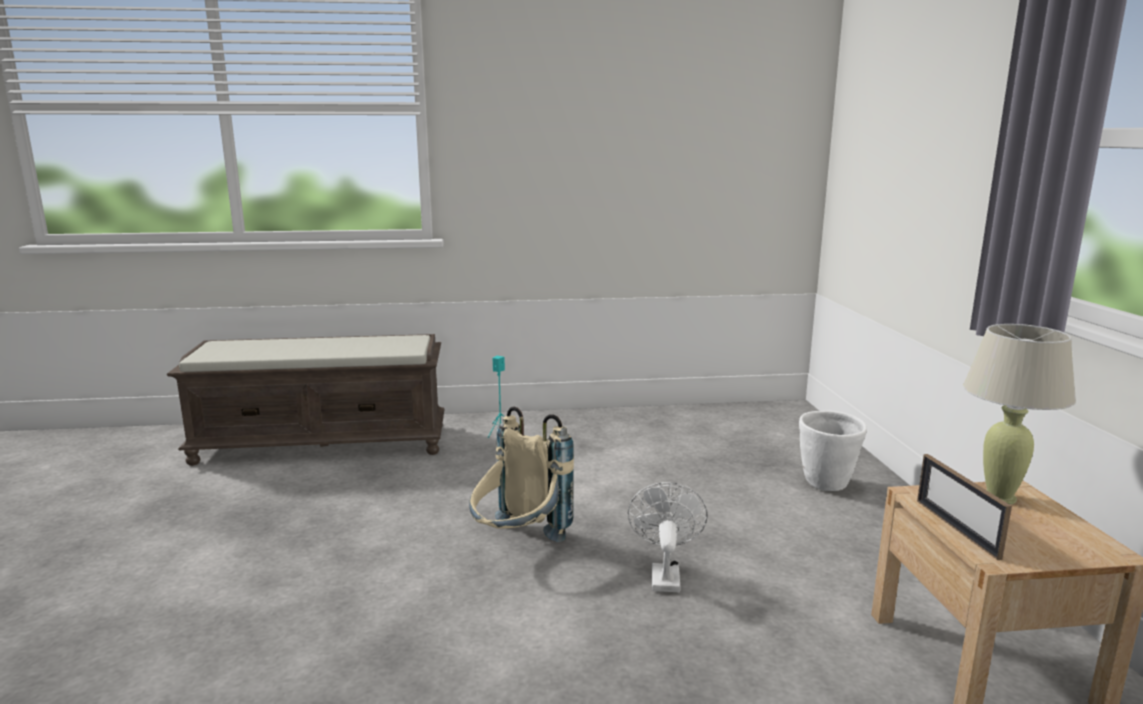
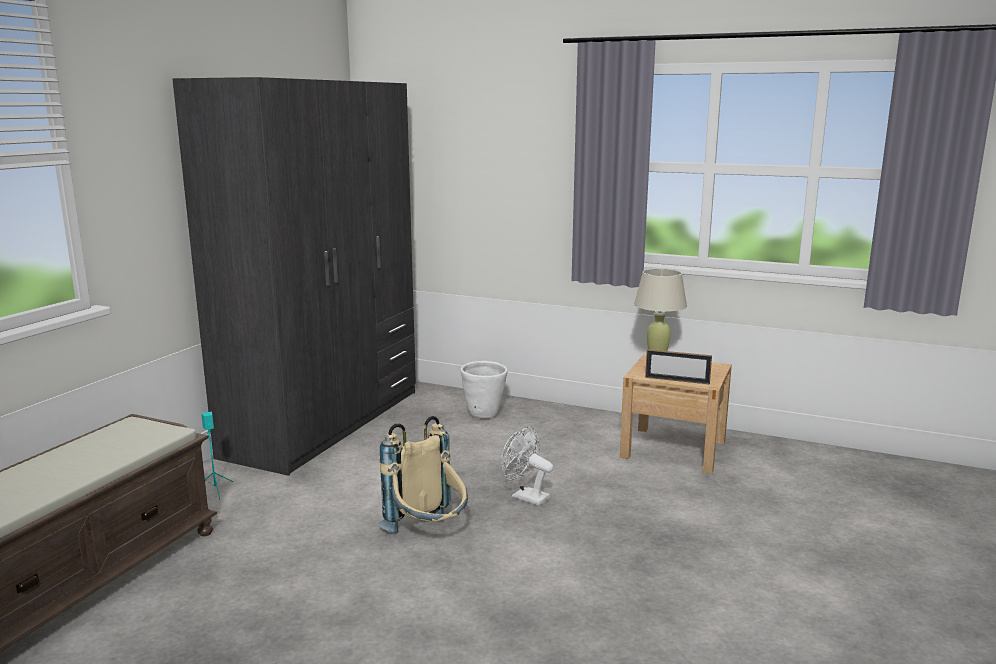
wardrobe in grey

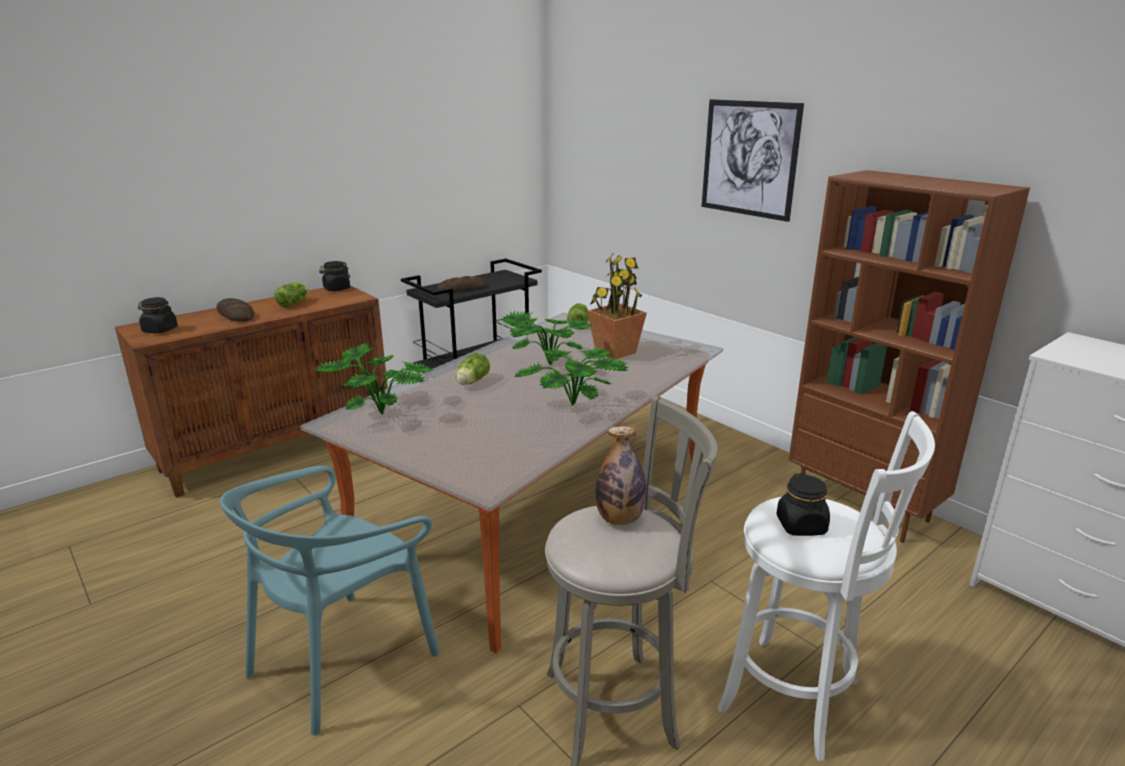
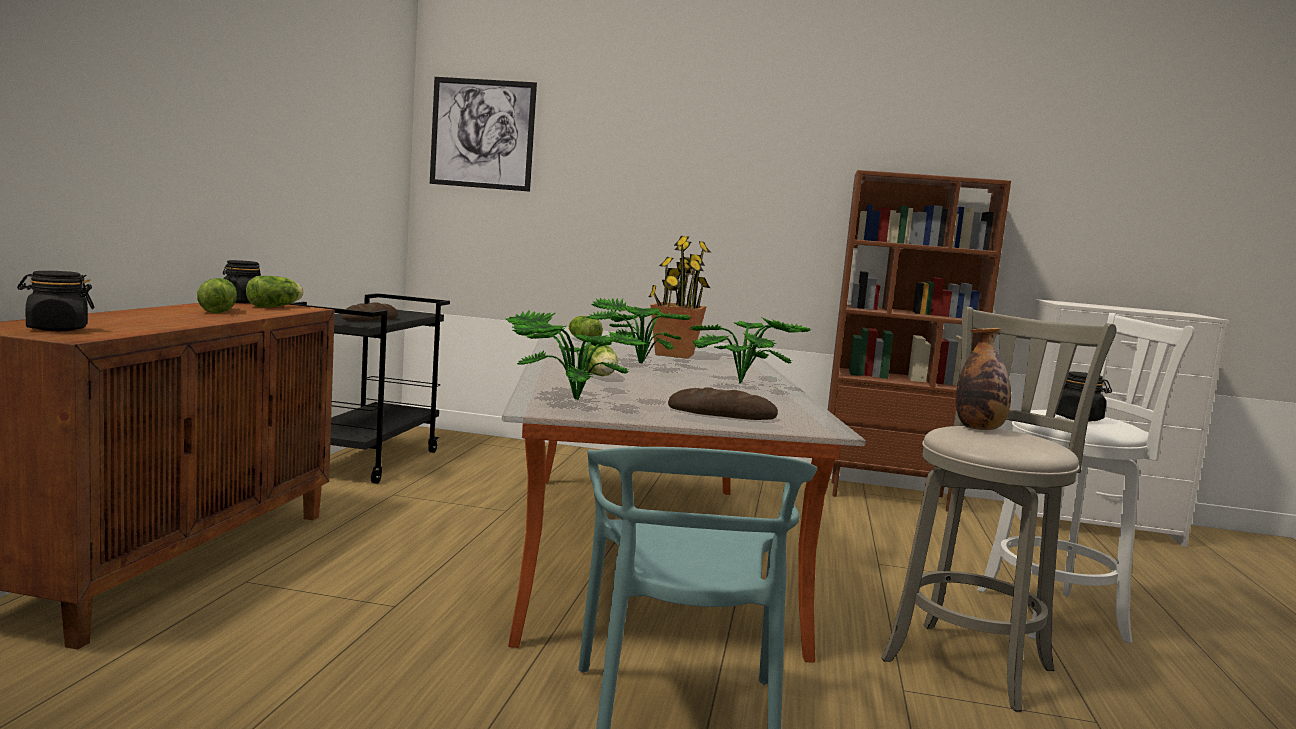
picture
bread (no. 2 from left)
lettuce (no. 2 from left)

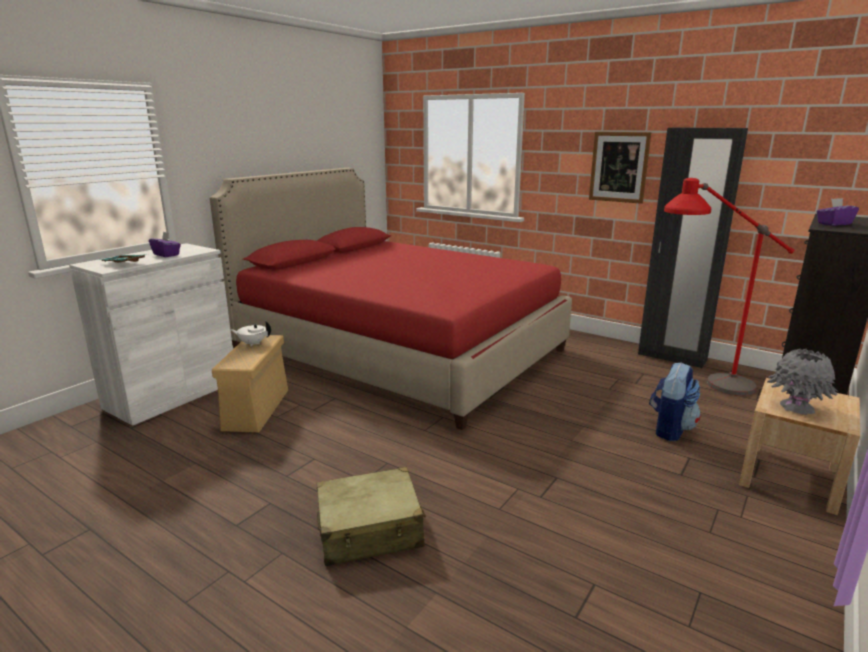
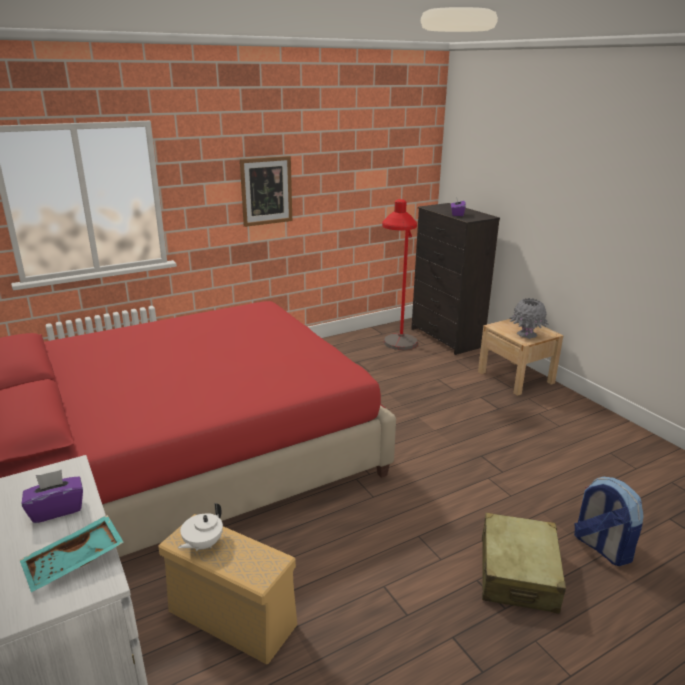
wardrobe in black
backpack

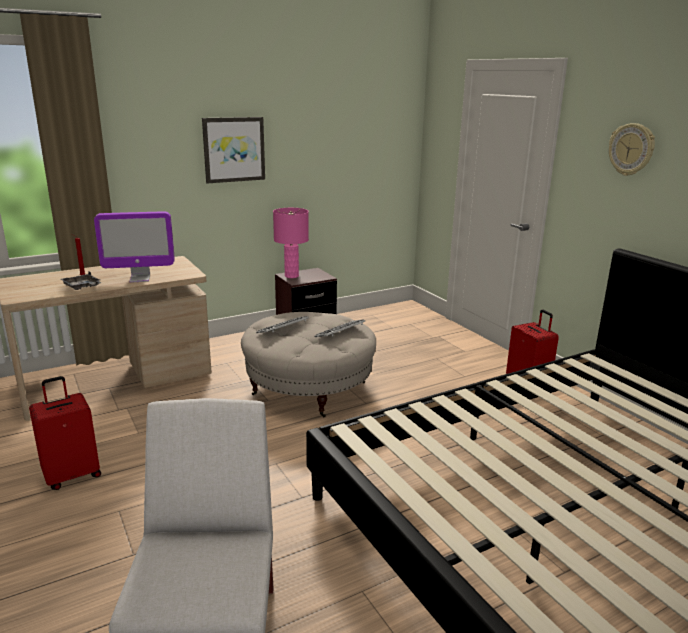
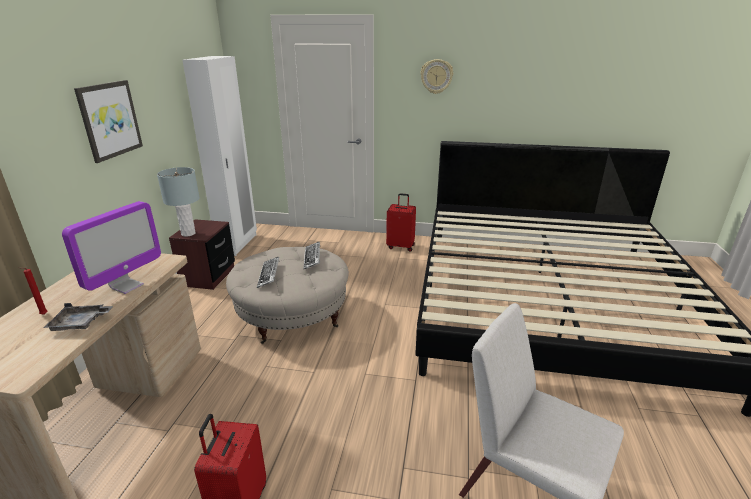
table lamp in grey
wardrobe in white

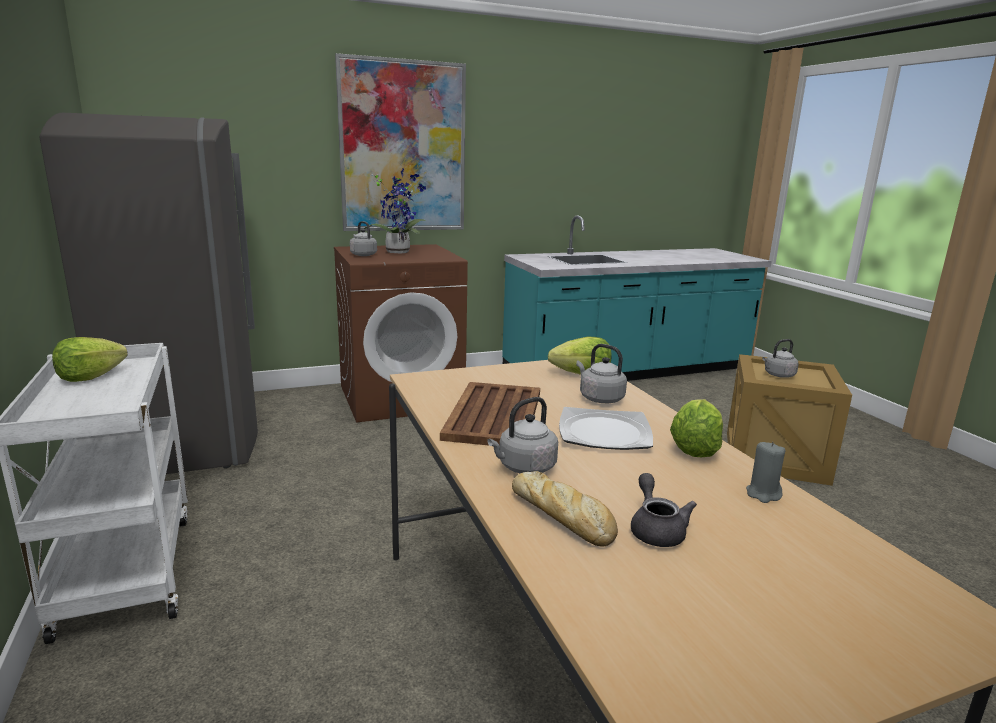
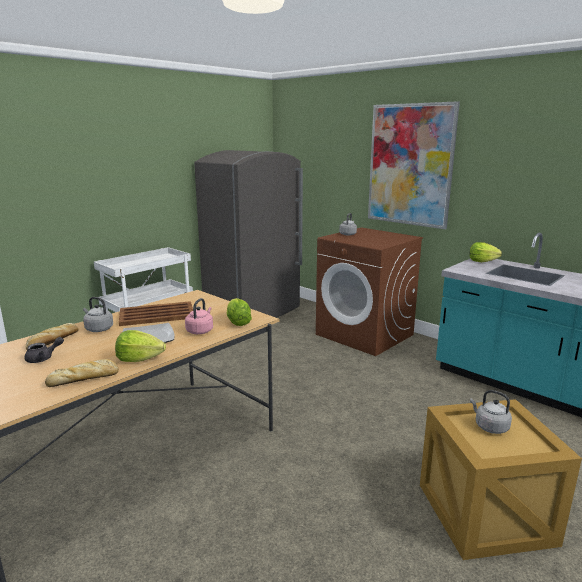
potted plant
lettuce (no. 3 from left)
kettle in pink
bread (no. 2 from left)

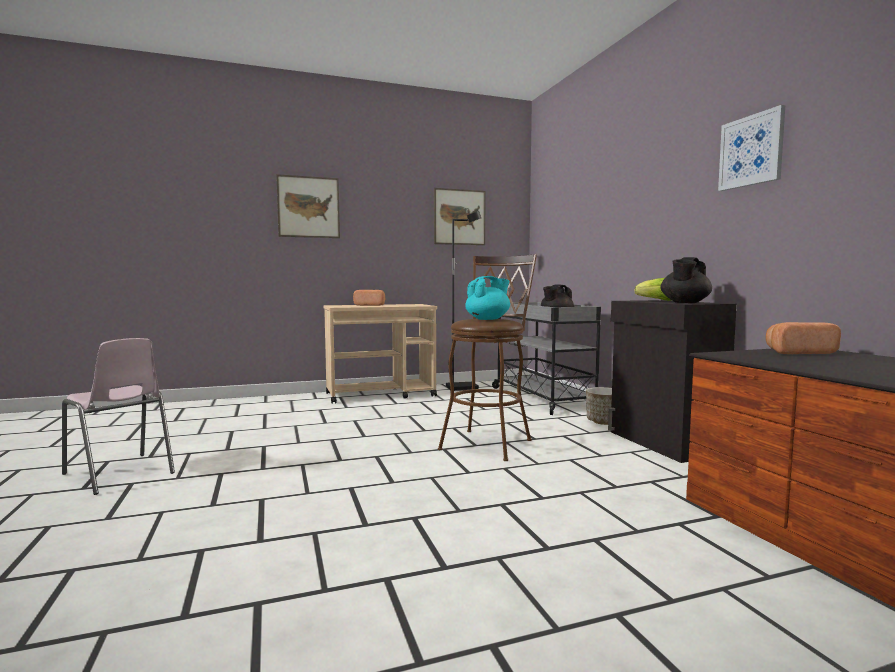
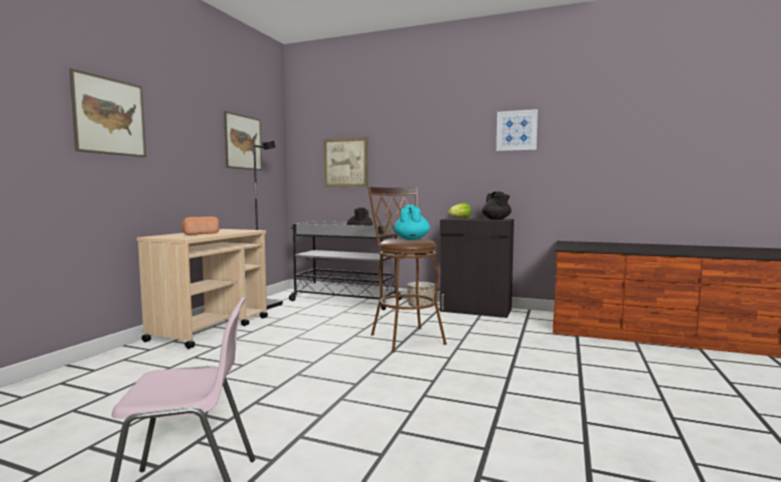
bread (no. 2 from left in the first image)
picture (no. 3 from left)

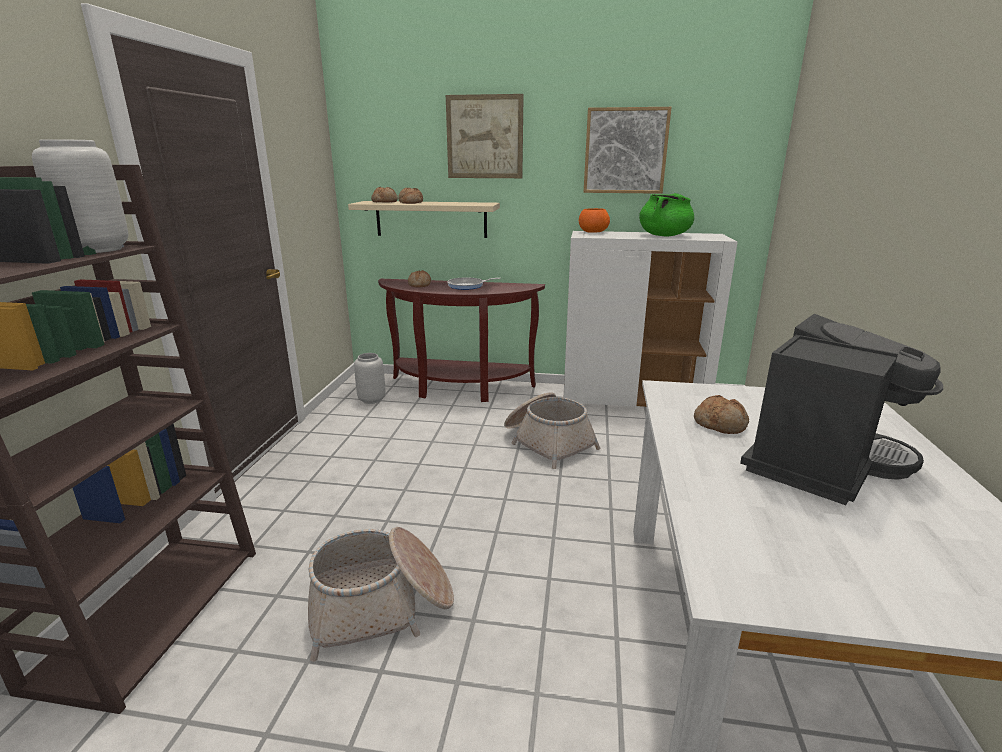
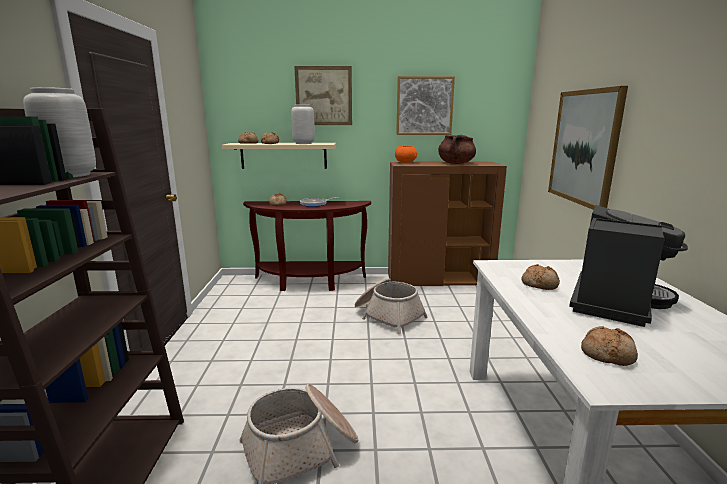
cooking pot in brown
cabinet in brown
vase in grey (no. 2 from left)
picture (no. 3 from left)
bread (no. 5 from left)

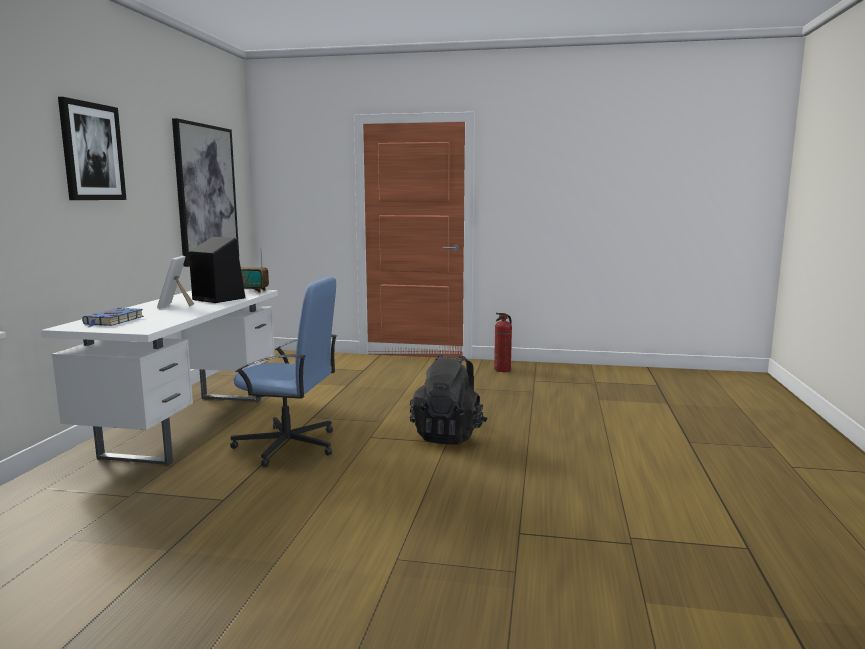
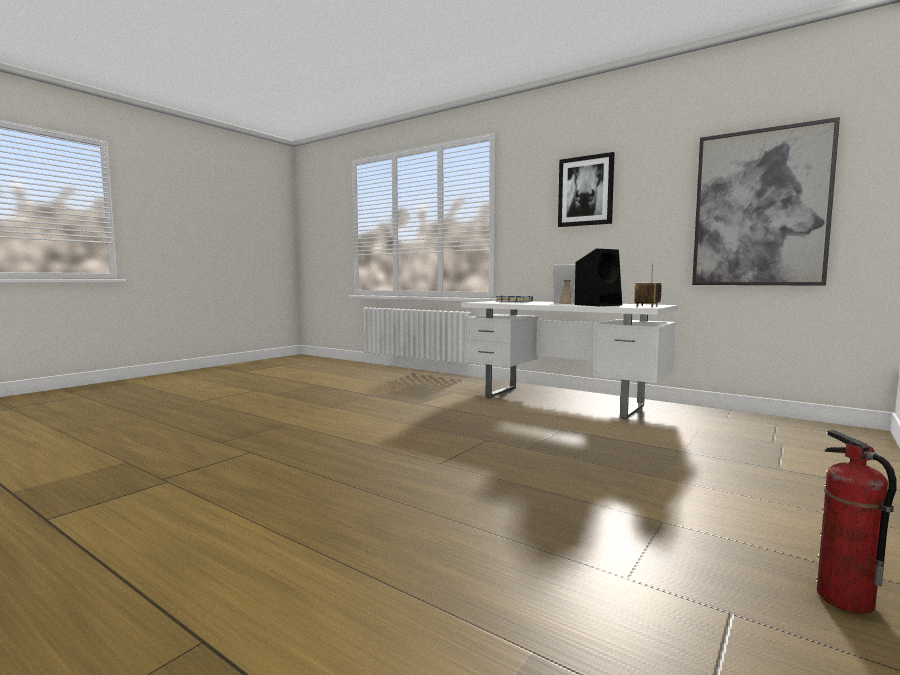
office chair in blue
backpack in black

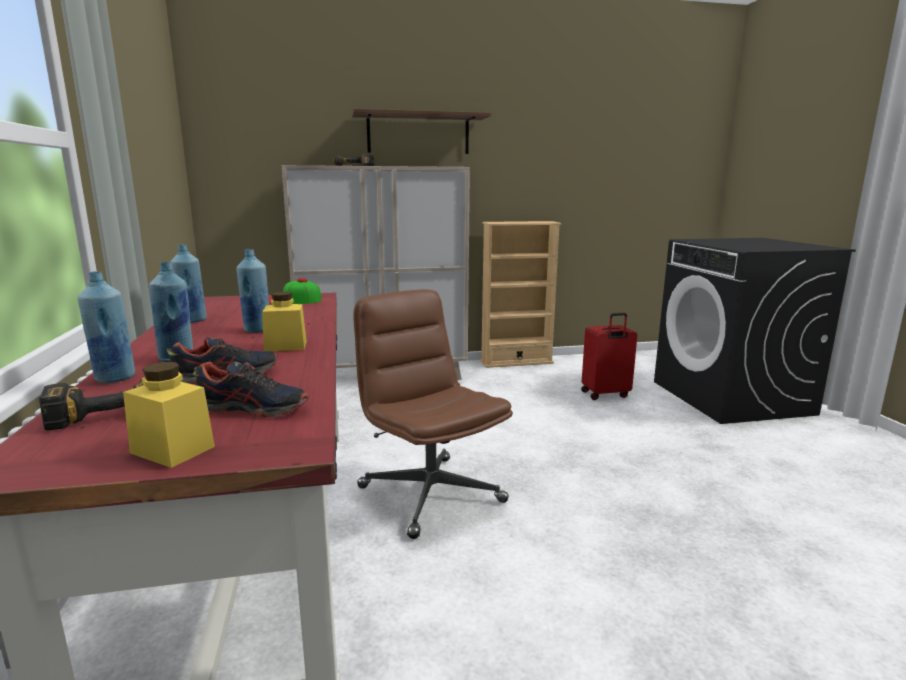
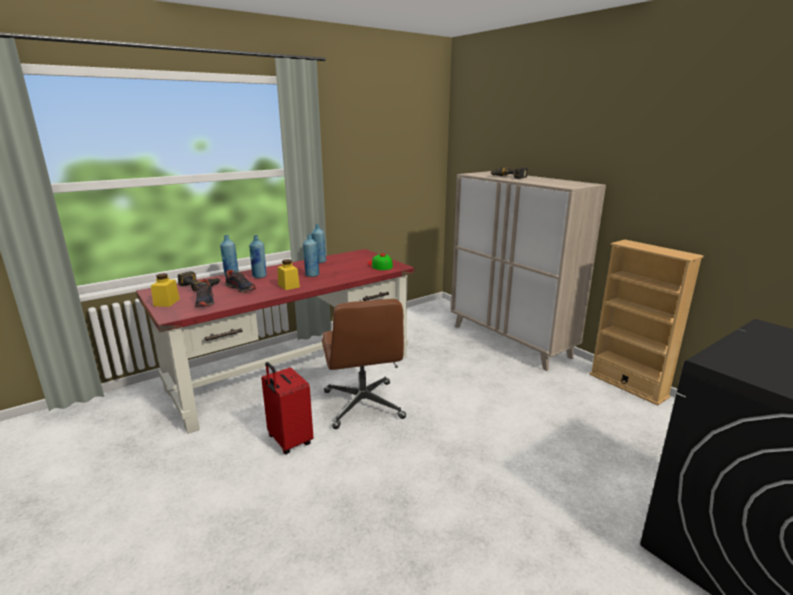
shelf in brown
office chair in brown
suitcase in red

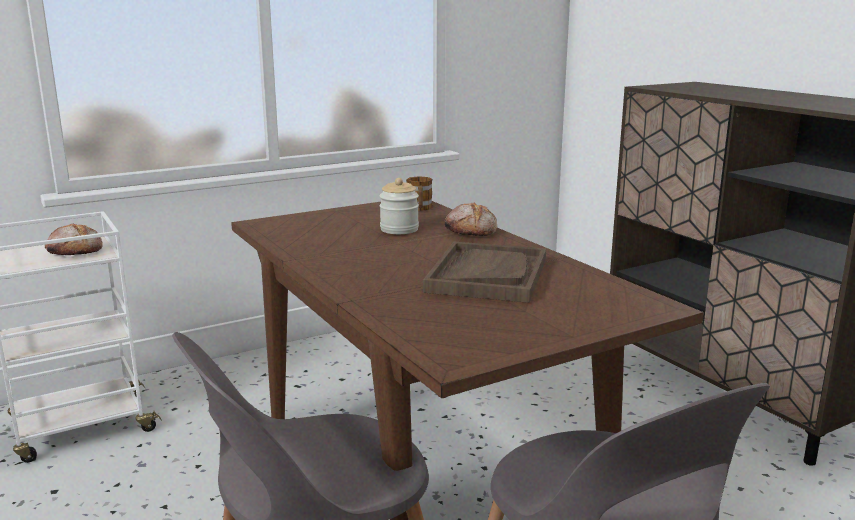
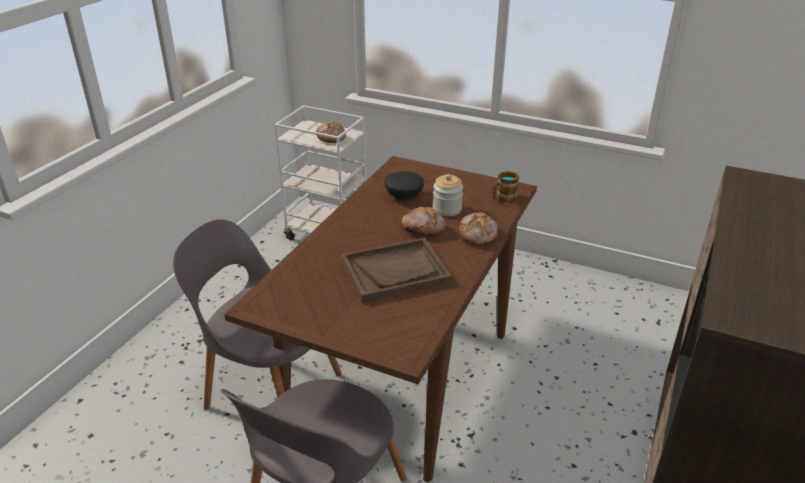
bowl in black
bread (no. 2 from left)

